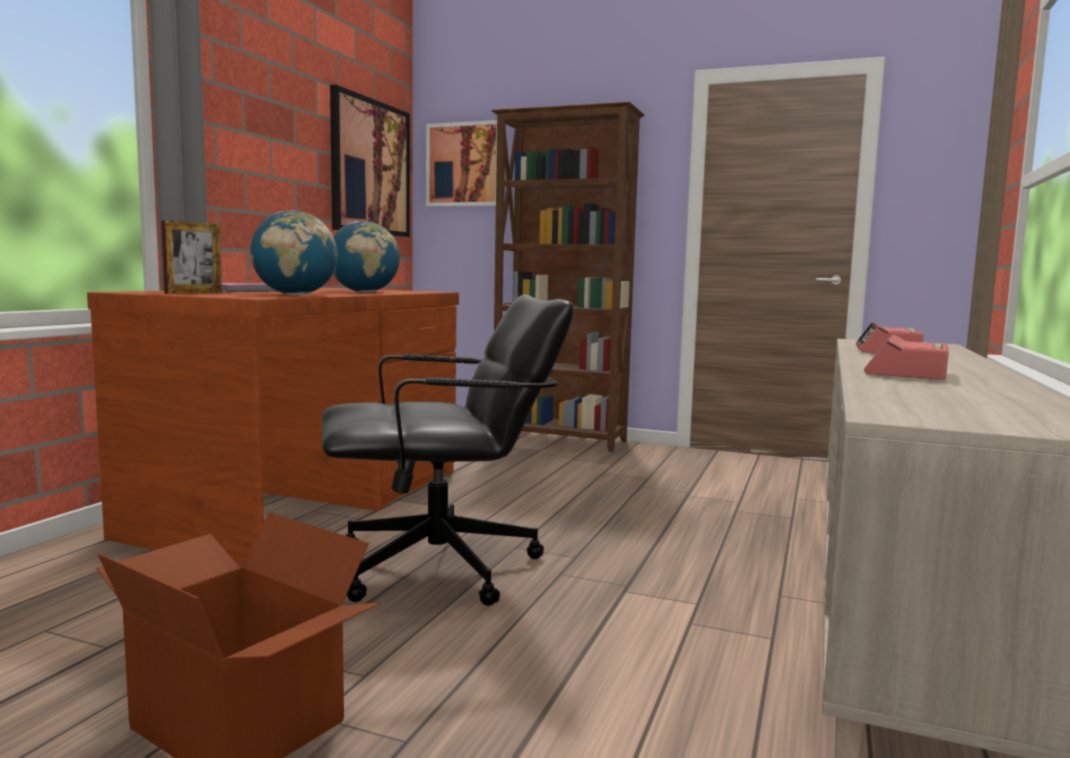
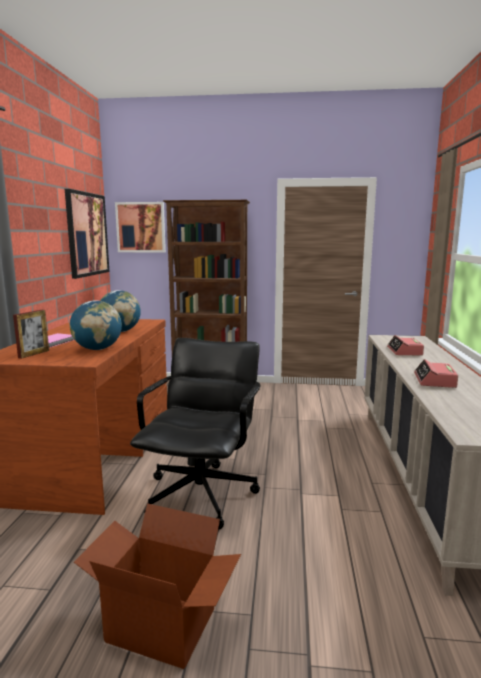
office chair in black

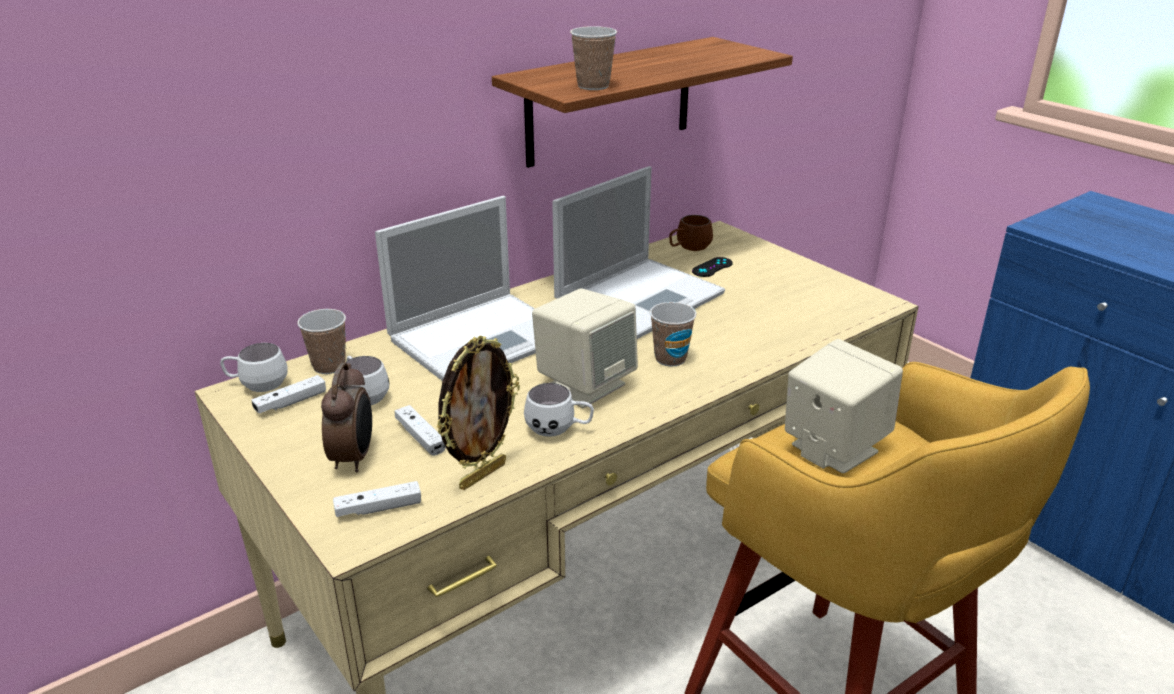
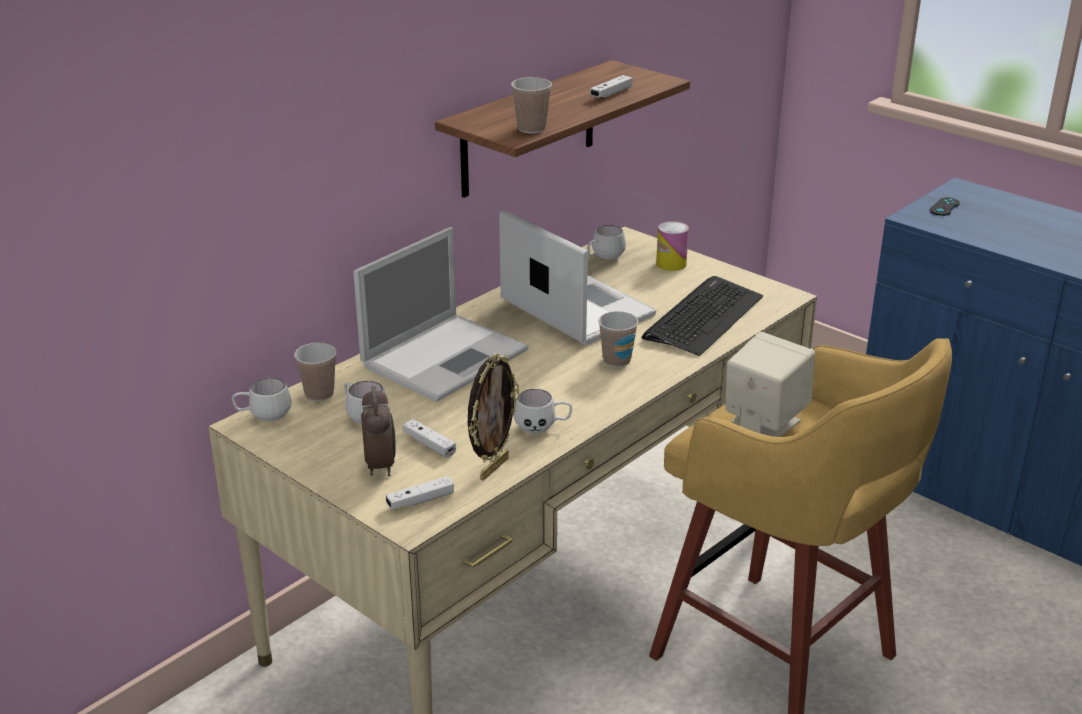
laptop (no. 2 from left)
mug in white (no. 4 from left)
game controller in black
speaker in beige (no. 1 from left in the first image)
game controller in white (no. 3 from left)
can
keyboard

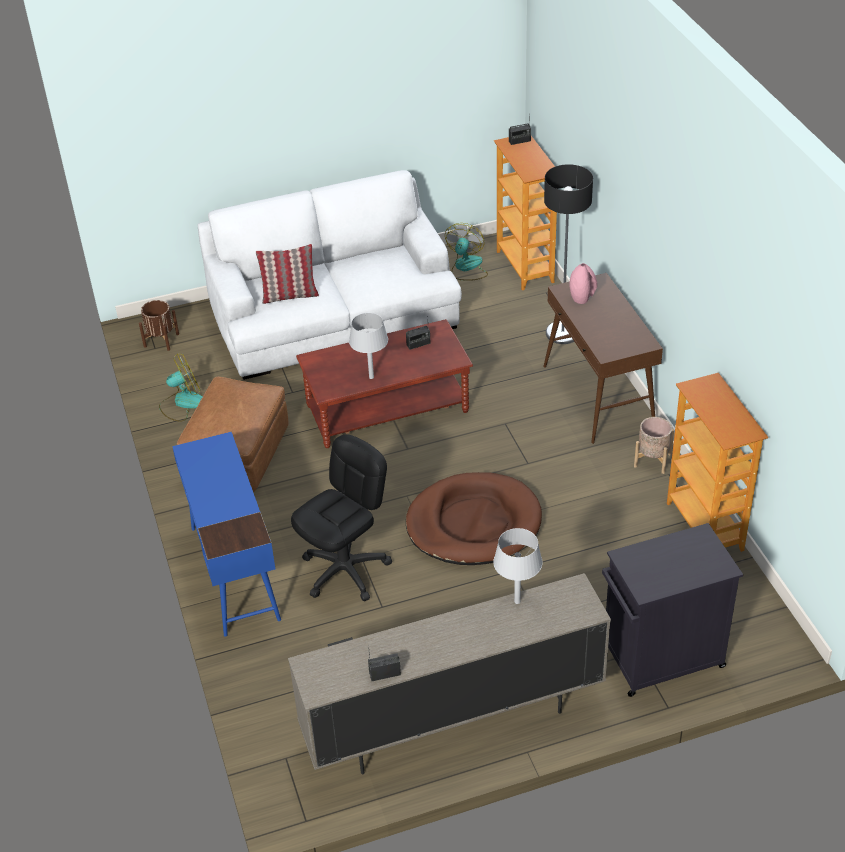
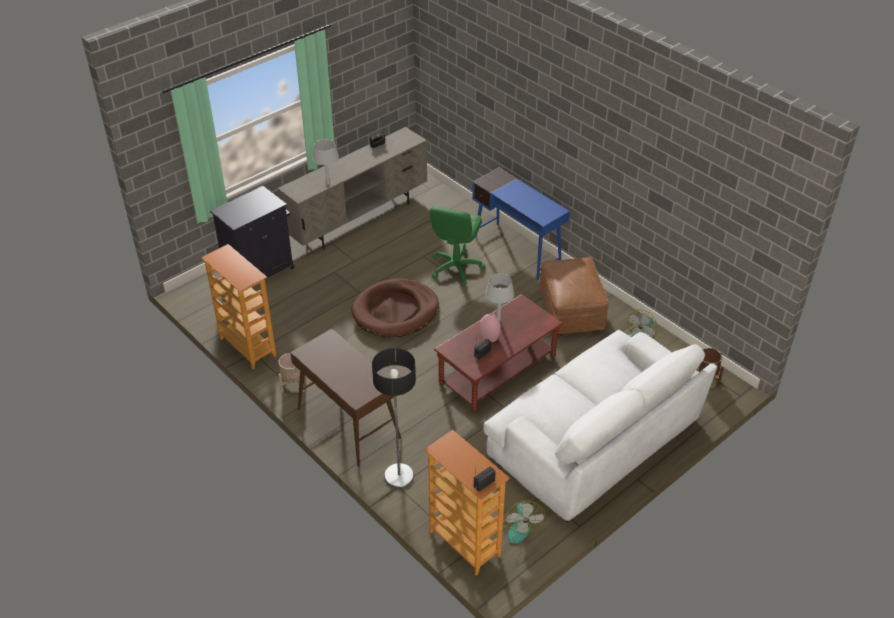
pillow
vase in pink
office chair in green

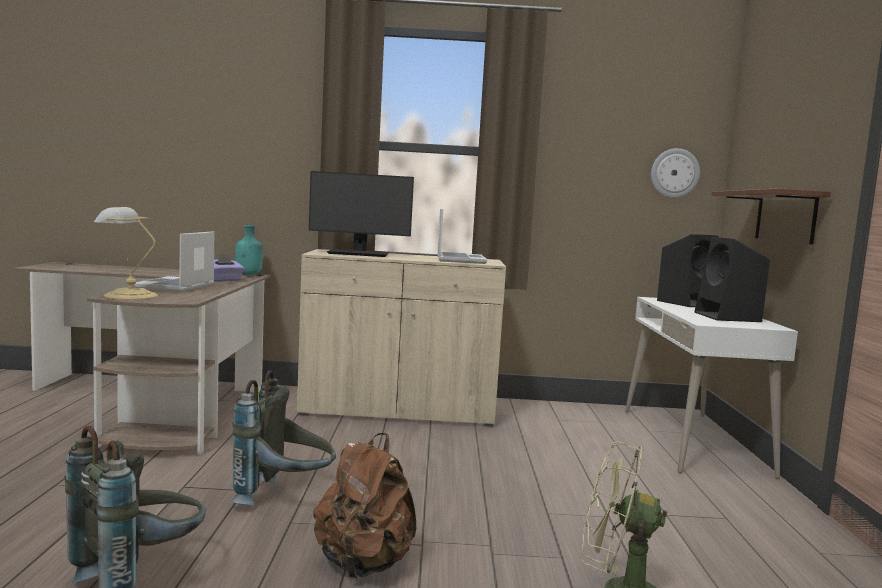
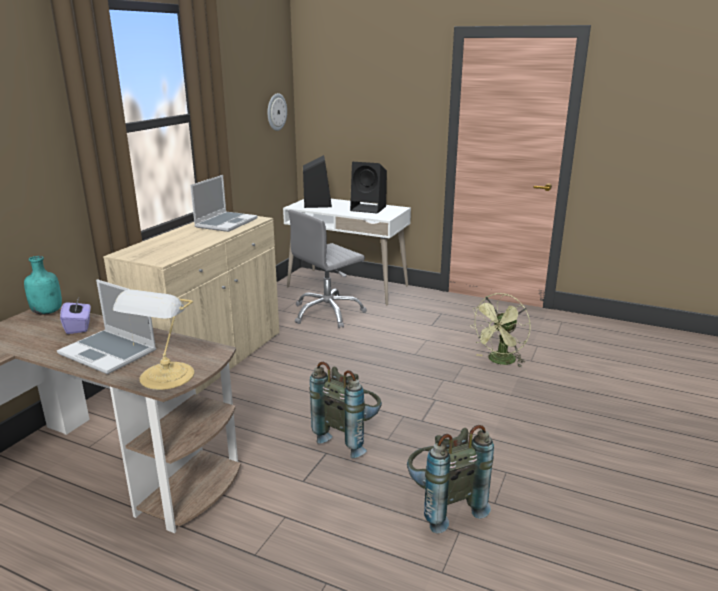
monitor
shelf in brown
laptop (no. 2 from left)
backpack in brown
office chair in grey

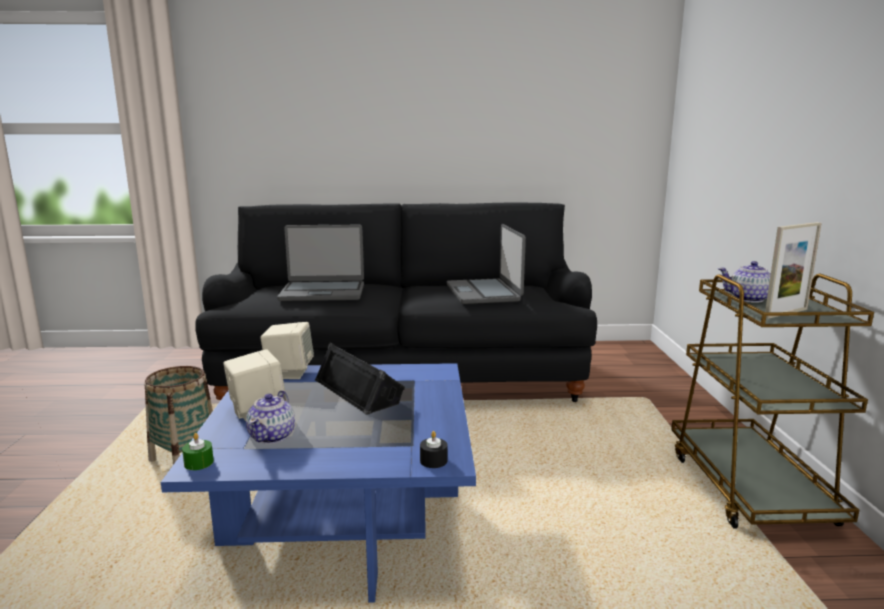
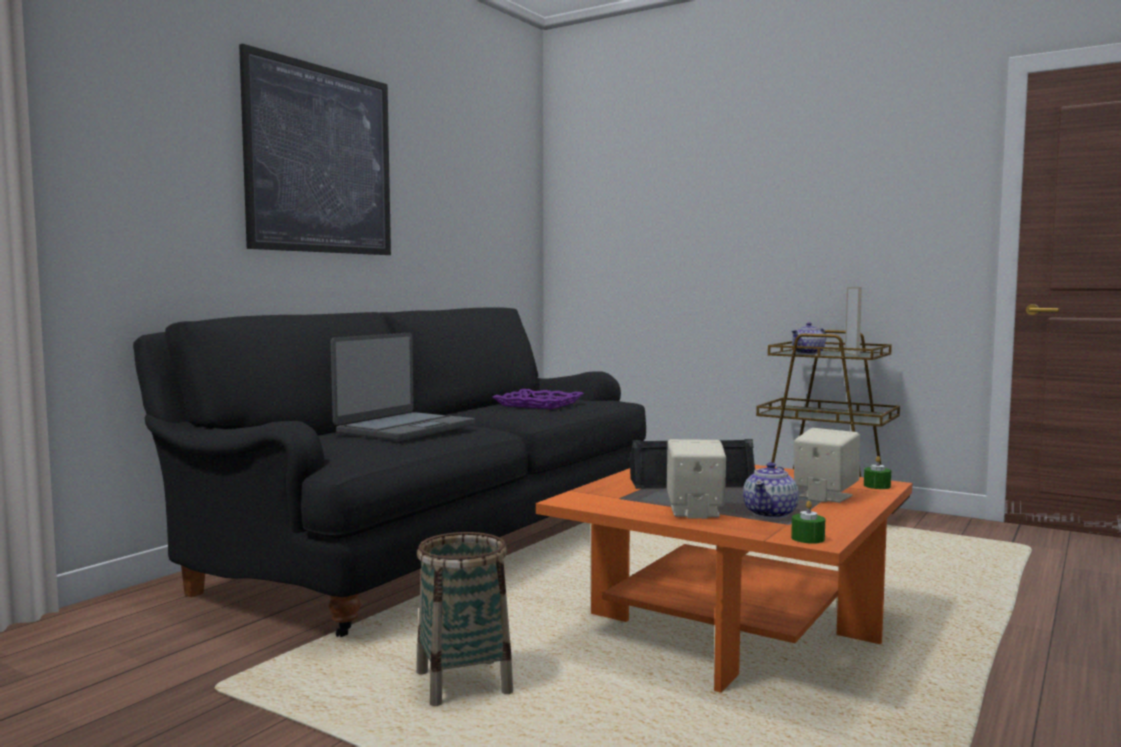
tray in purple
speaker in beige (no. 2 from left)
coffee table in orange
teapot (no. 1 from left)
candle in green (no. 2 from left)
picture

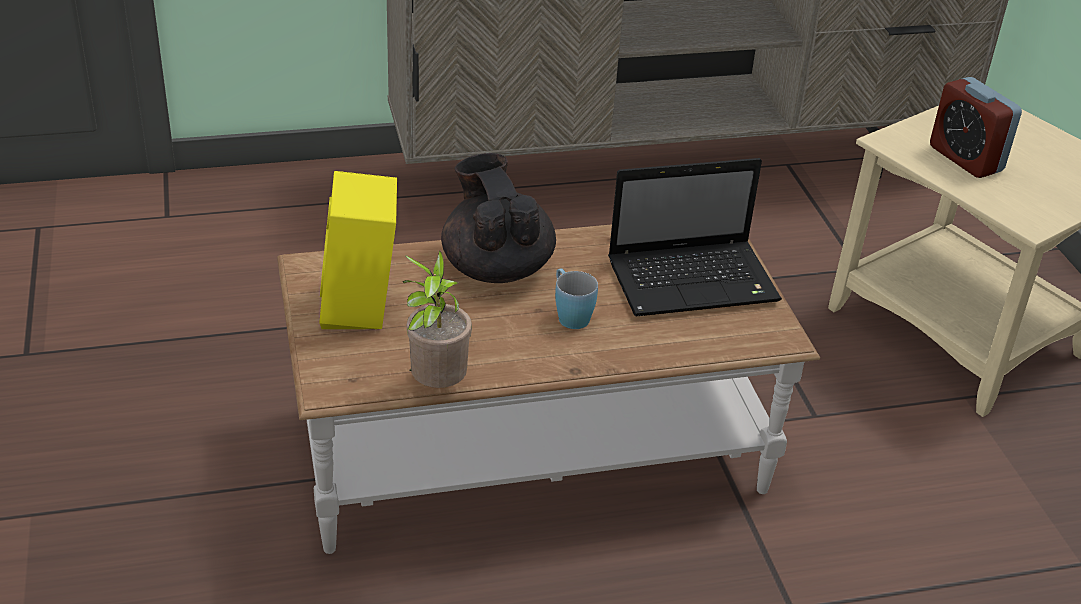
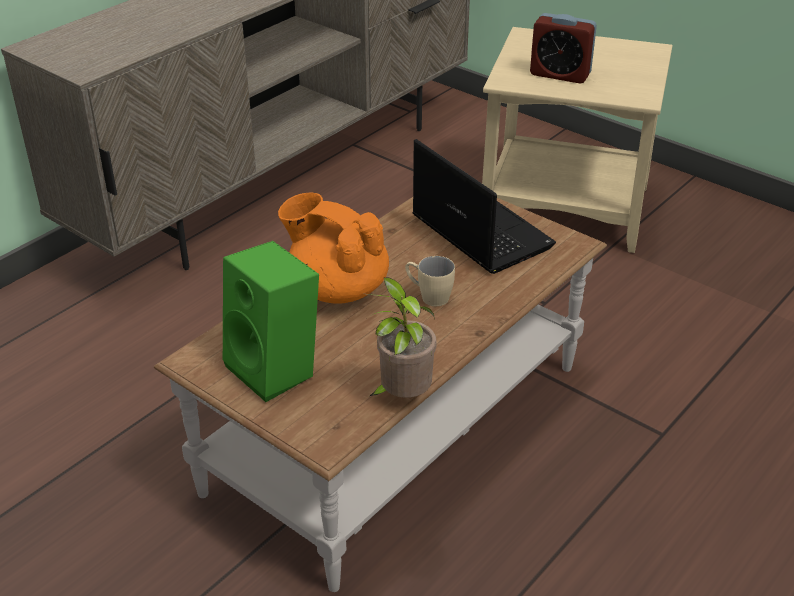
teapot in orange
laptop
speaker in green
mug in beige

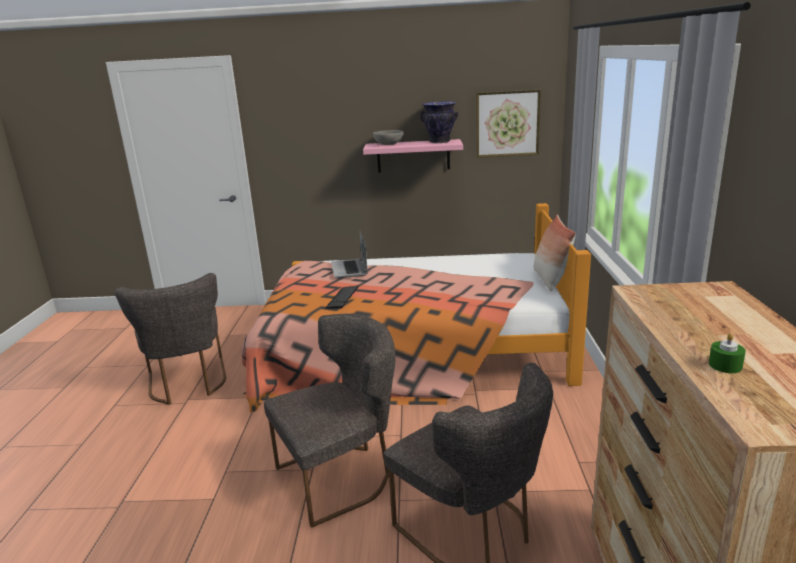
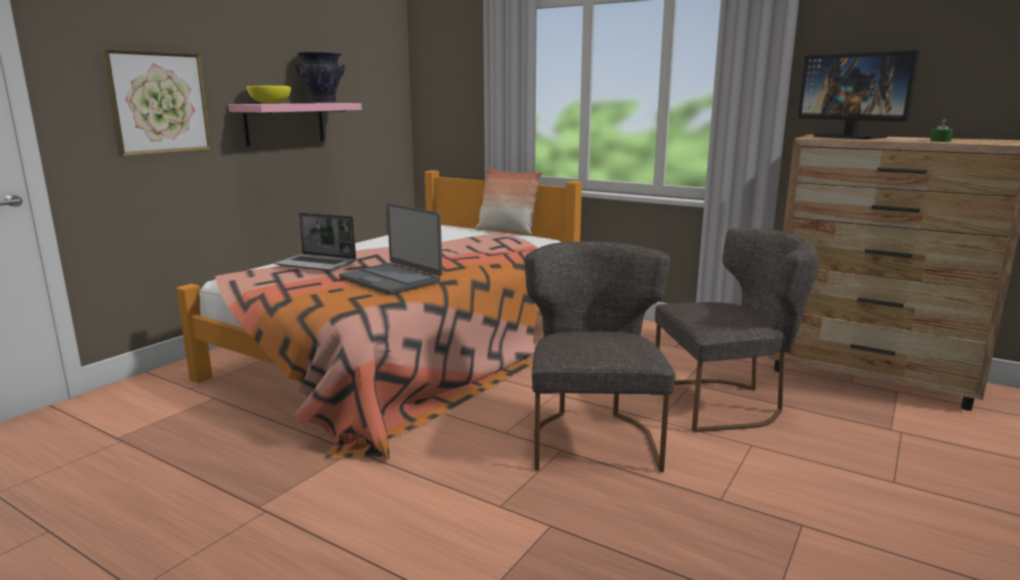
picture
bowl in yellow
chair in grey (no. 1 from left in the first image)
laptop (no. 2 from left)
monitor

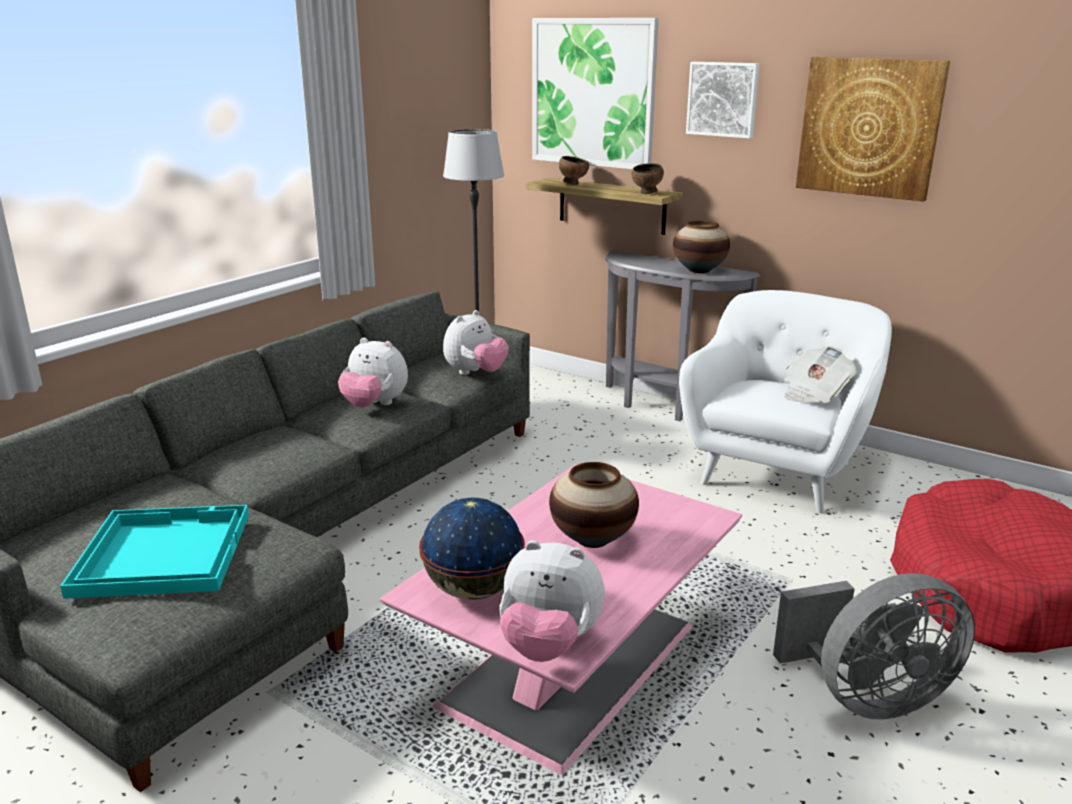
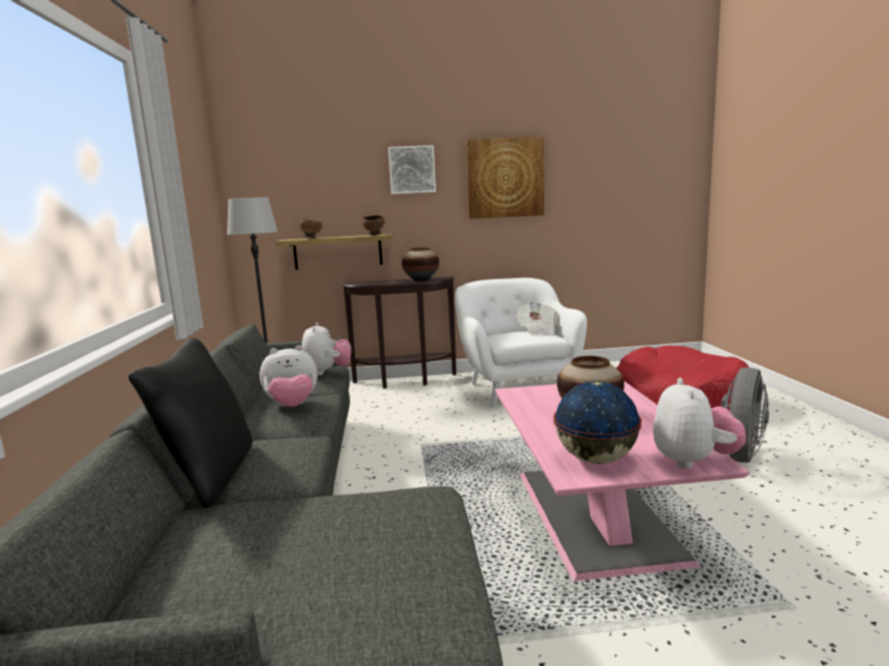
picture (no. 1 from left in the first image)
console table in brown
tray in turquoise
plush toy (no. 3 from left)
pillow in black

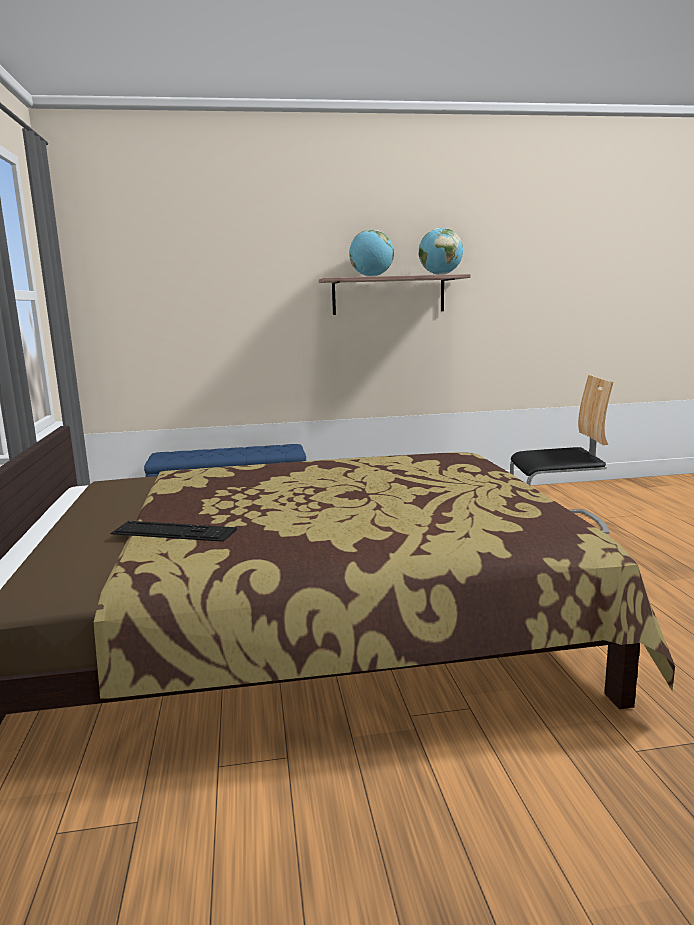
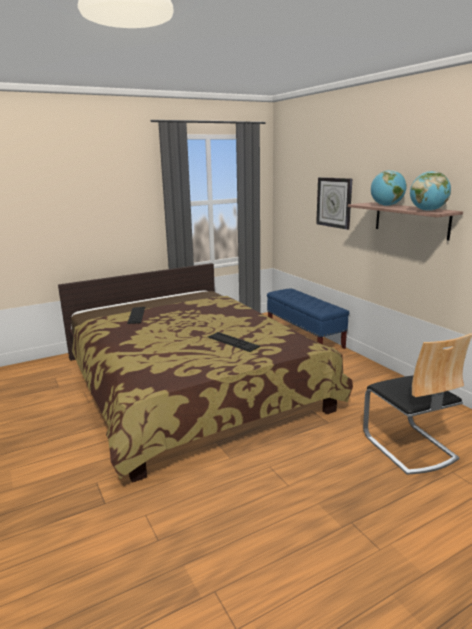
wall clock
keyboard (no. 2 from left)

